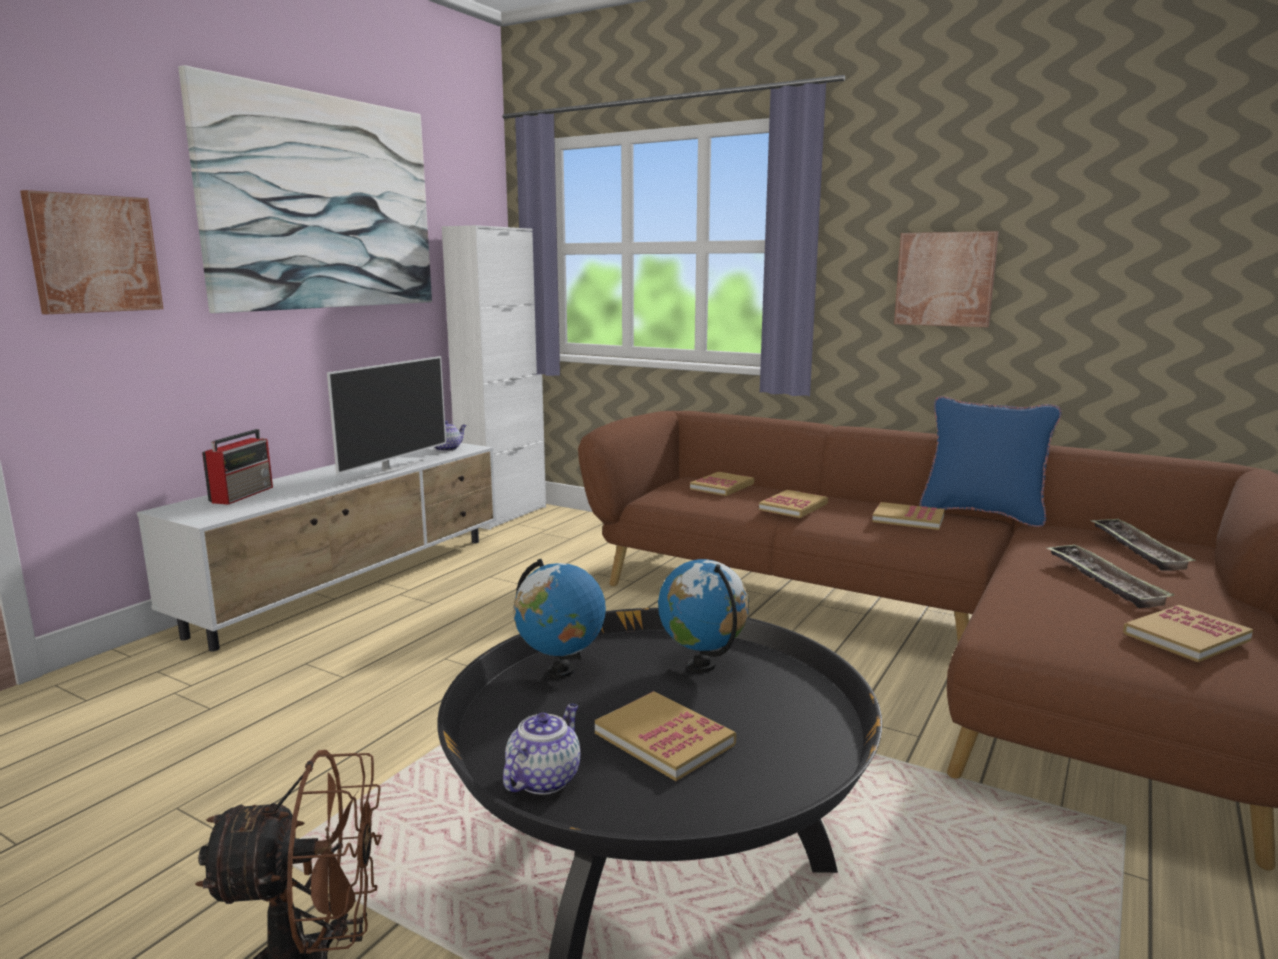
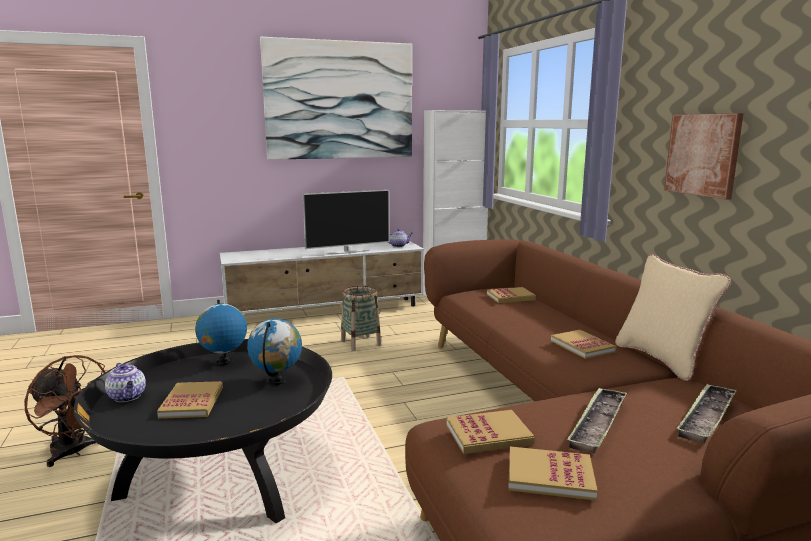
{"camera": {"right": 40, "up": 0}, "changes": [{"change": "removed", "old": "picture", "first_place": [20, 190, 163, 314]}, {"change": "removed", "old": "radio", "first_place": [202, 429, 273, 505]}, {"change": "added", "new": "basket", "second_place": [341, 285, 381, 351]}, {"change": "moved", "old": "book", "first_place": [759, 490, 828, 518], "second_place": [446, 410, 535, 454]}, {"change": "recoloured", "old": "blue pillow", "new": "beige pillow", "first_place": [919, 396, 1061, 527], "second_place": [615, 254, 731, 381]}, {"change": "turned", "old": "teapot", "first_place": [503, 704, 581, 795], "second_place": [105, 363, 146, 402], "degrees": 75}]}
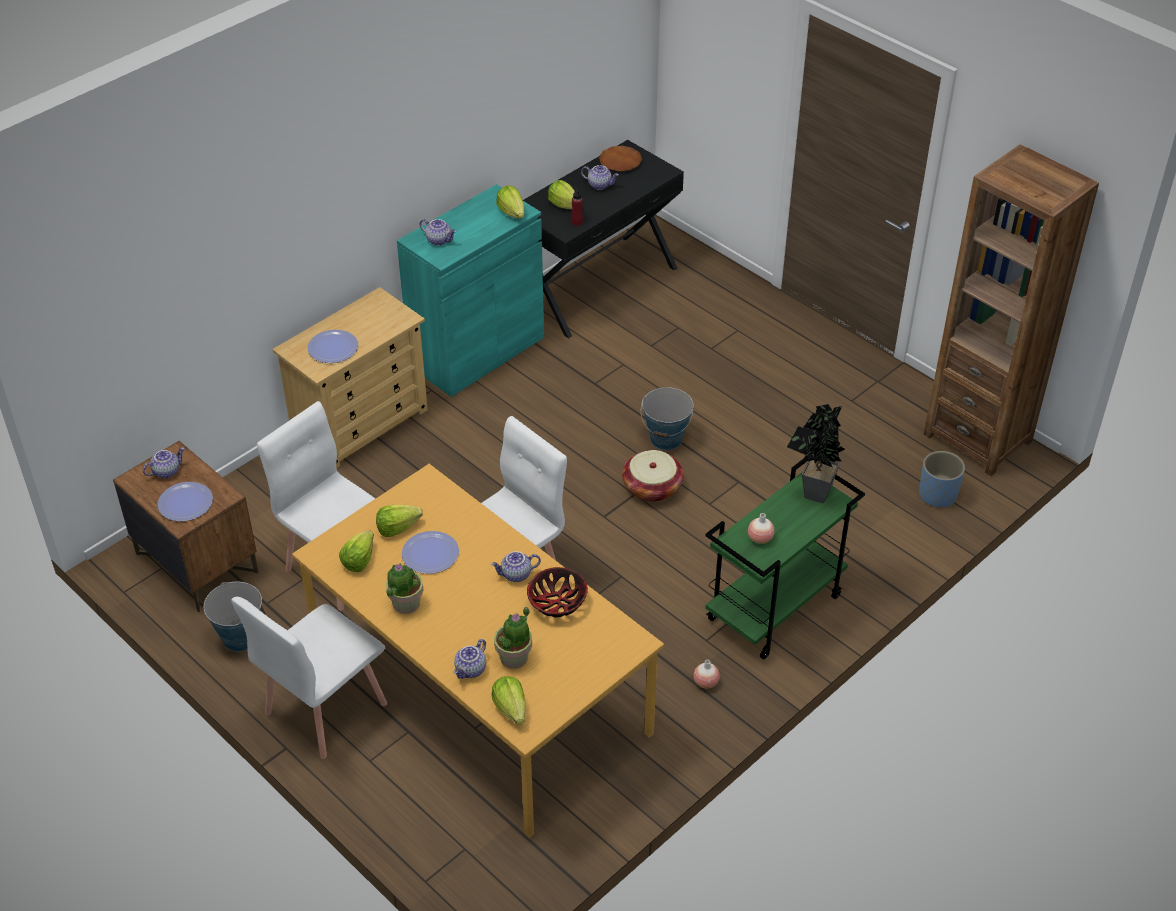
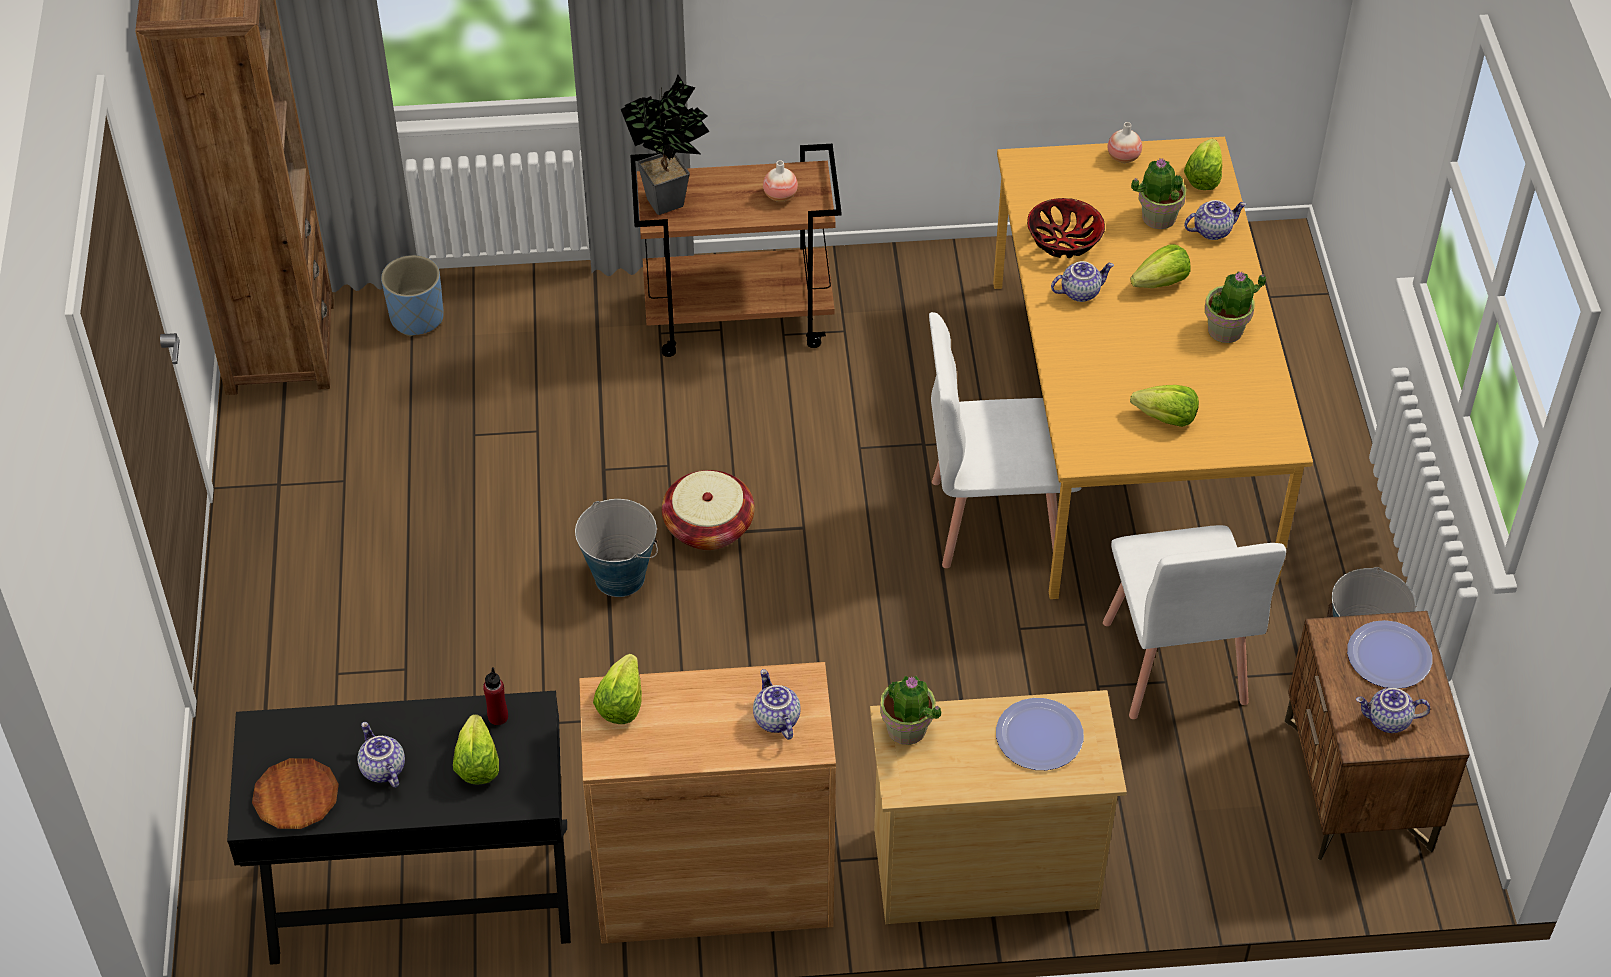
{"camera": {"right": -140, "up": 5}, "changes": [{"change": "removed", "old": "white chair", "first_place": [231, 597, 387, 759]}, {"change": "removed", "old": "plate", "first_place": [402, 531, 459, 574]}, {"change": "added", "new": "potted plant", "second_place": [880, 675, 941, 745]}, {"change": "moved", "old": "lettuce", "first_place": [339, 530, 374, 572], "second_place": [1131, 244, 1191, 288]}, {"change": "moved", "old": "vase", "first_place": [694, 660, 720, 688], "second_place": [1108, 122, 1142, 163]}, {"change": "recoloured", "old": "turquoise cabinet", "new": "brown cabinet", "first_place": [397, 184, 544, 397], "second_place": [579, 662, 836, 944]}, {"change": "recoloured", "old": "green cart", "new": "brown cart", "first_place": [705, 459, 865, 660], "second_place": [630, 144, 841, 357]}, {"change": "turned", "old": "teapot", "first_place": [491, 551, 541, 582], "second_place": [1051, 261, 1114, 302], "degrees": -45}]}
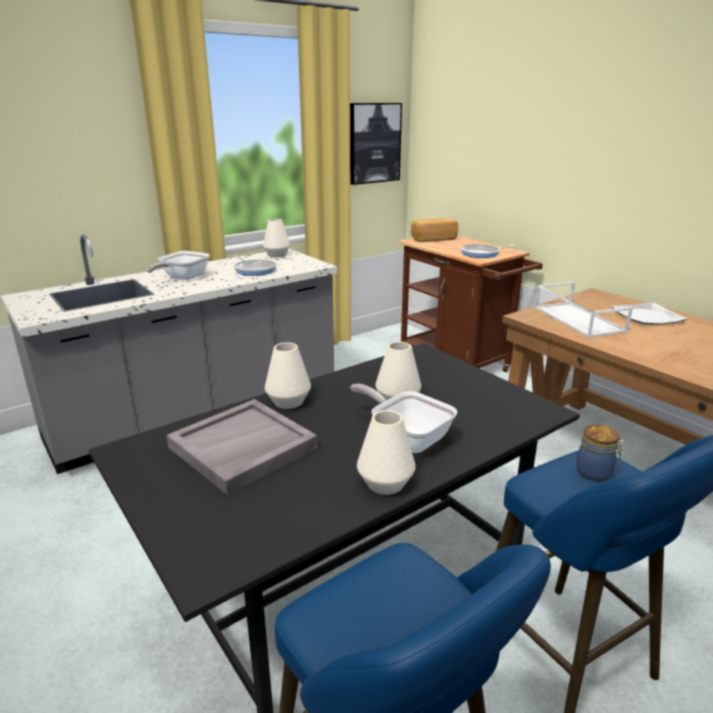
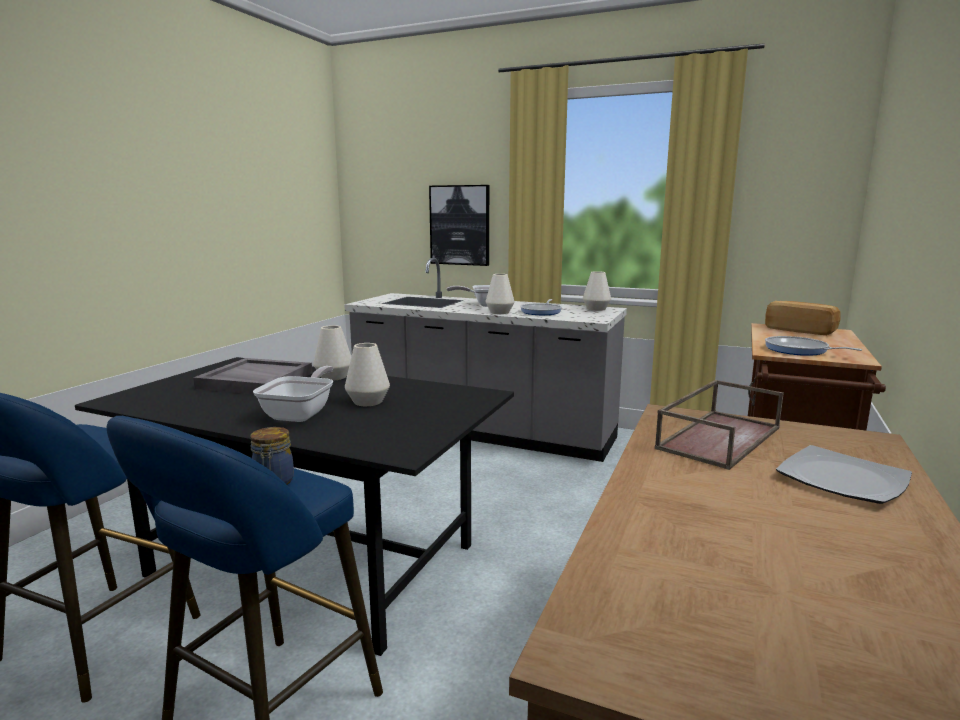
{"camera": {"right": 60, "up": -10}, "changes": [{"change": "moved", "old": "picture", "first_place": [350, 103, 402, 185], "second_place": [429, 185, 489, 266]}, {"change": "moved", "old": "white vase", "first_place": [357, 410, 415, 495], "second_place": [486, 274, 515, 314]}, {"change": "recoloured", "old": "white tray", "new": "brown tray", "first_place": [535, 282, 633, 338], "second_place": [655, 380, 784, 470]}]}
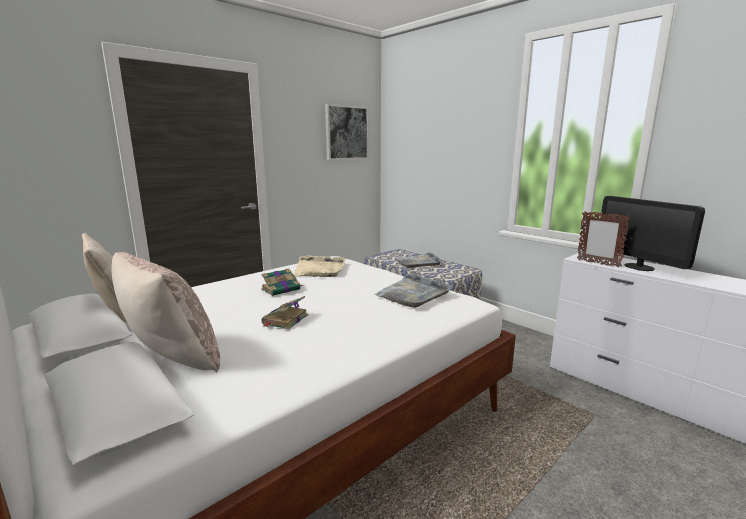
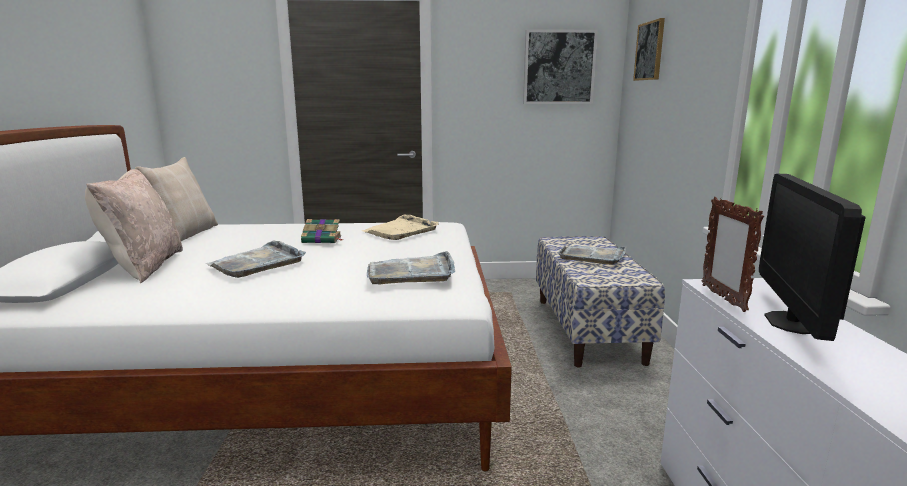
{"camera": {"right": 40, "up": 0}, "changes": [{"change": "added", "new": "picture", "second_place": [633, 18, 665, 81]}, {"change": "replaced", "old": "book", "new": "grey tray", "first_place": [261, 296, 308, 330], "second_place": [206, 241, 306, 278]}]}
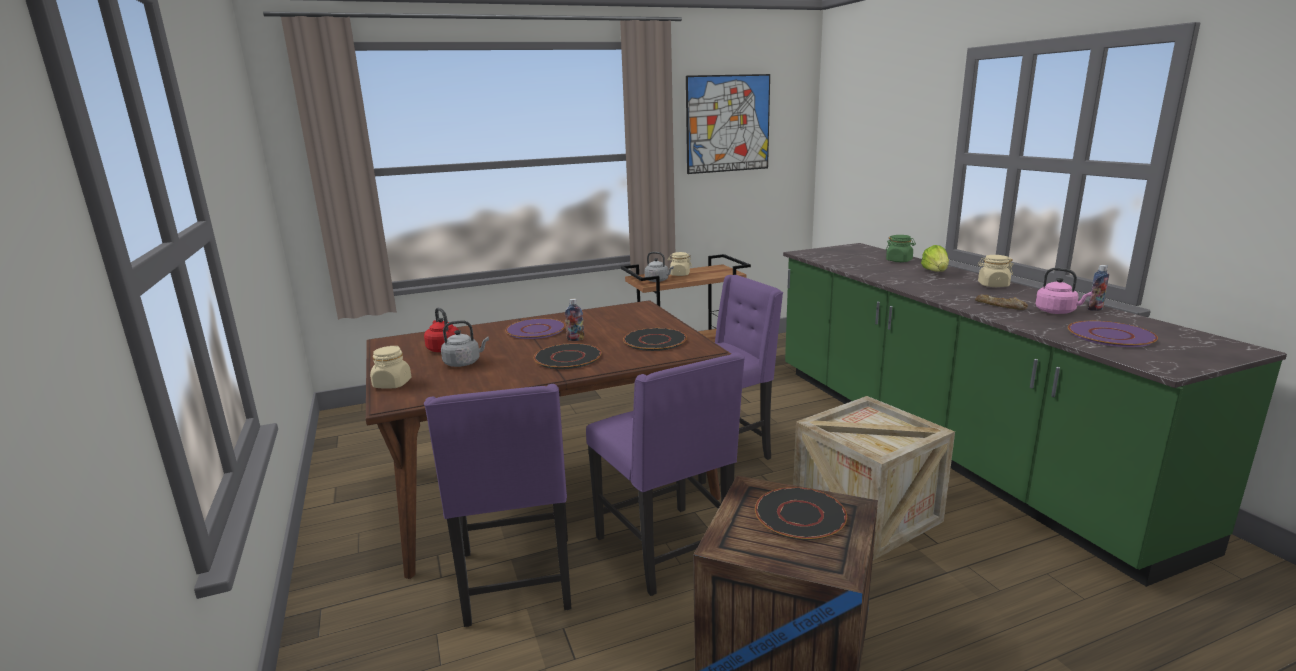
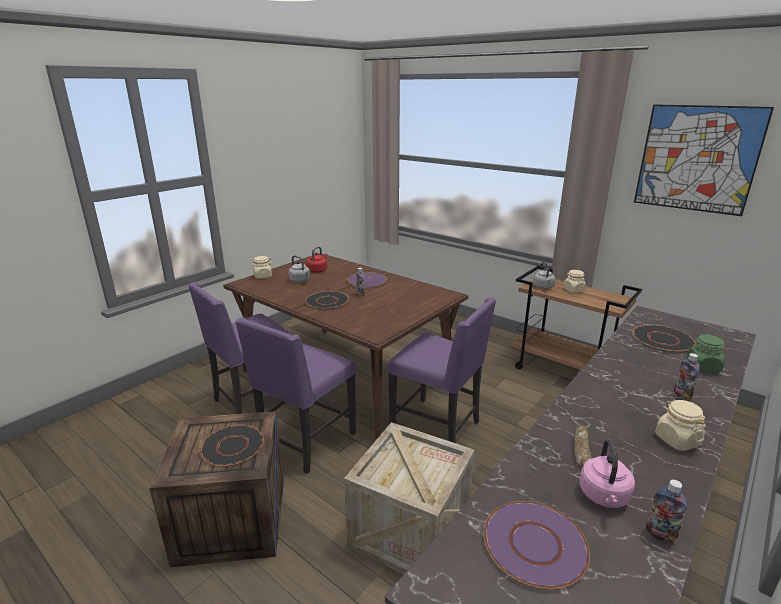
{"camera": {"right": 60, "up": 5}, "changes": [{"change": "moved", "old": "black plate", "first_place": [623, 328, 687, 351], "second_place": [632, 325, 696, 353]}, {"change": "replaced", "old": "lettuce", "new": "bottle", "first_place": [921, 245, 949, 272], "second_place": [674, 353, 700, 400]}]}
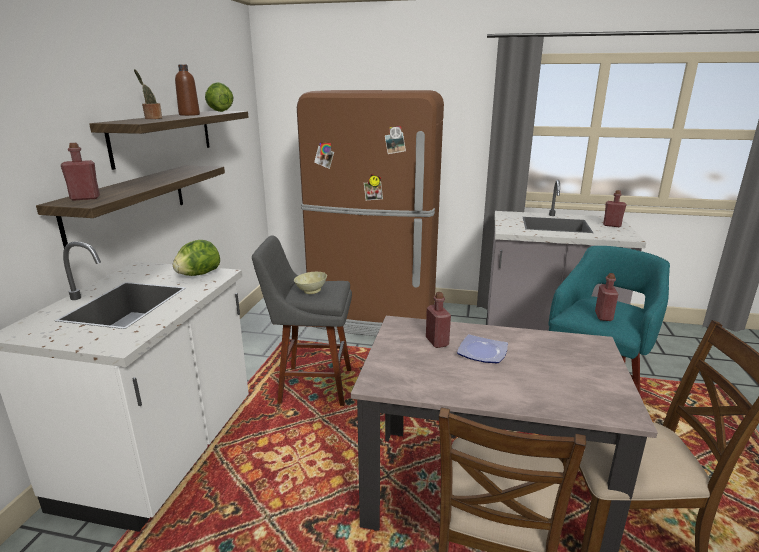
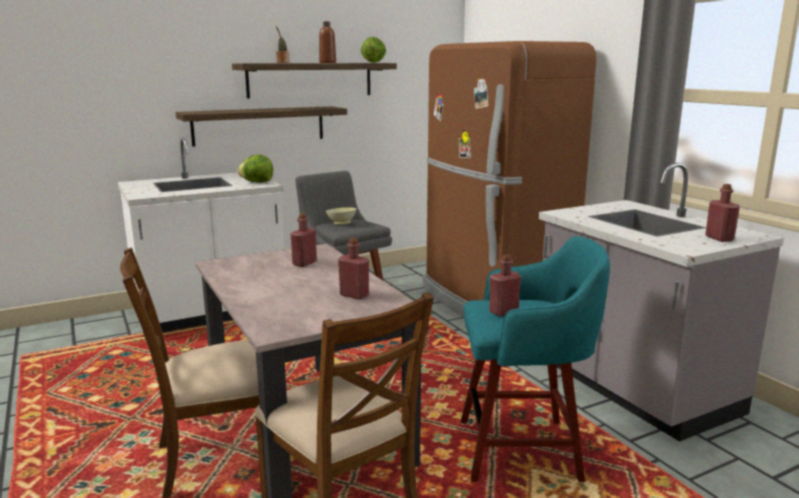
{"camera": {"right": 50, "up": -5}, "changes": [{"change": "removed", "old": "plate", "first_place": [457, 334, 508, 363]}, {"change": "moved", "old": "red bottle", "first_place": [61, 143, 100, 201], "second_place": [338, 238, 369, 299]}]}
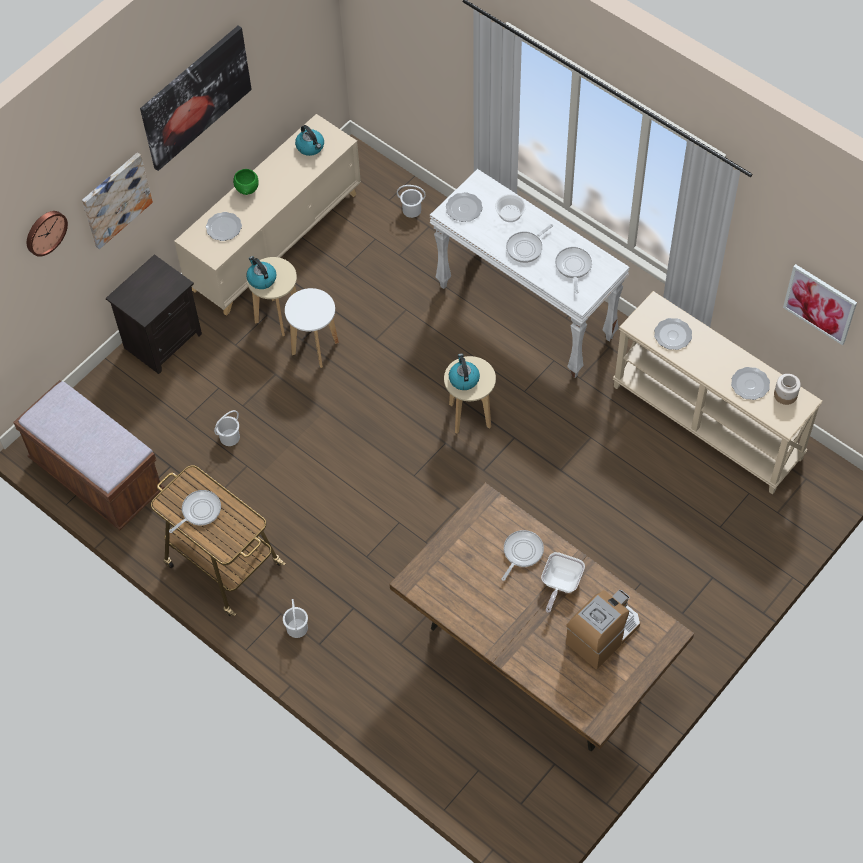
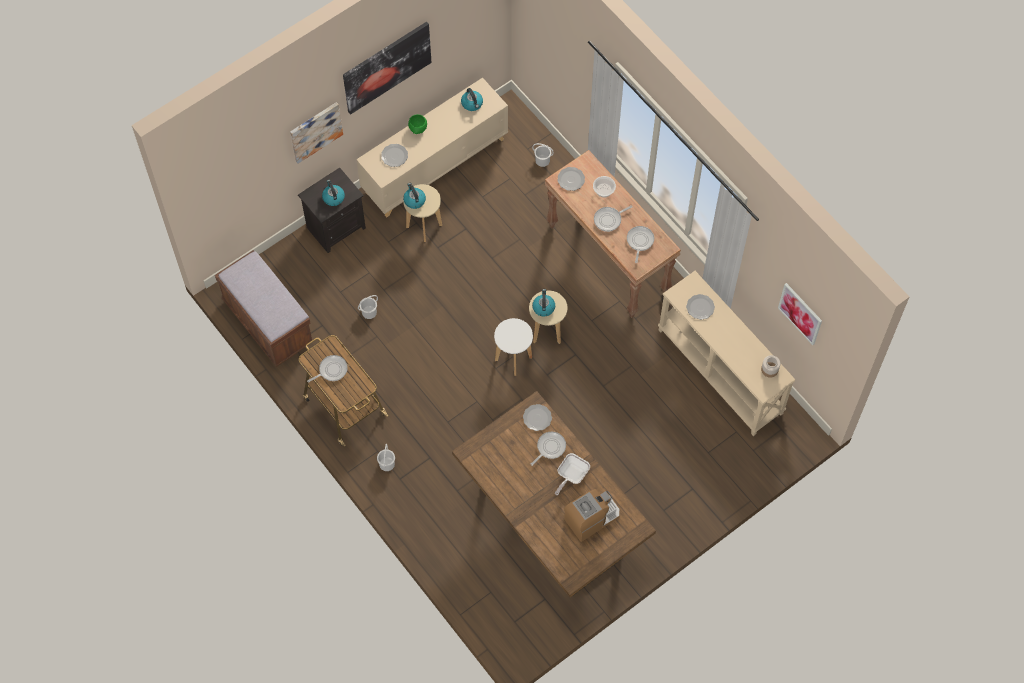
{"camera": {"right": 10, "up": 5}, "changes": [{"change": "removed", "old": "wall clock", "first_place": [27, 211, 68, 257]}, {"change": "added", "new": "kettle", "second_place": [322, 180, 345, 206]}, {"change": "moved", "old": "white stool", "first_place": [285, 288, 339, 368], "second_place": [494, 318, 533, 376]}, {"change": "moved", "old": "plate", "first_place": [731, 367, 770, 400], "second_place": [523, 404, 552, 431]}, {"change": "recoloured", "old": "white console table", "new": "brown console table", "first_place": [430, 169, 630, 378], "second_place": [544, 150, 681, 318]}]}
